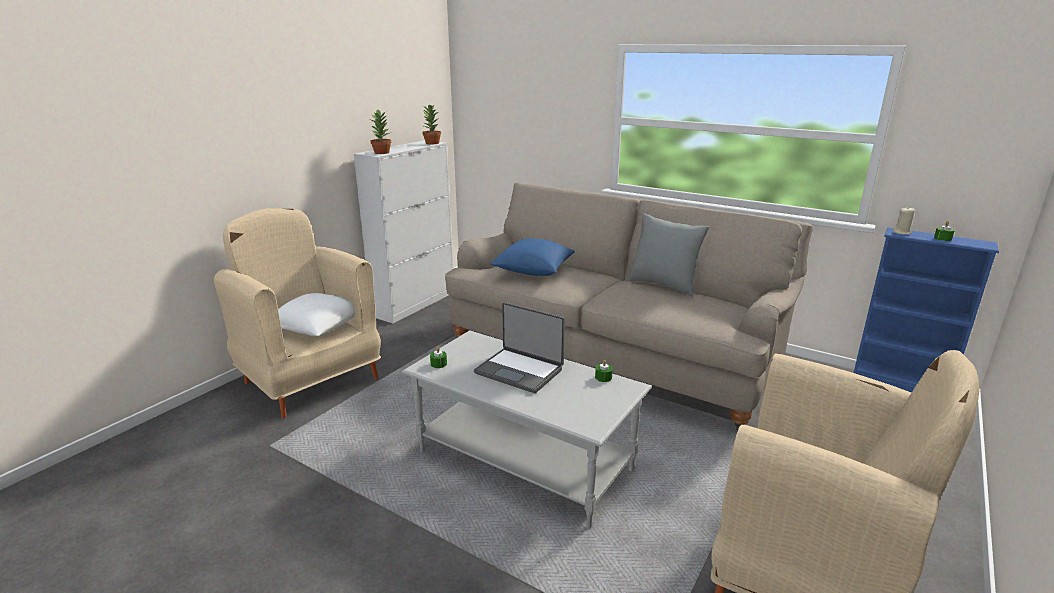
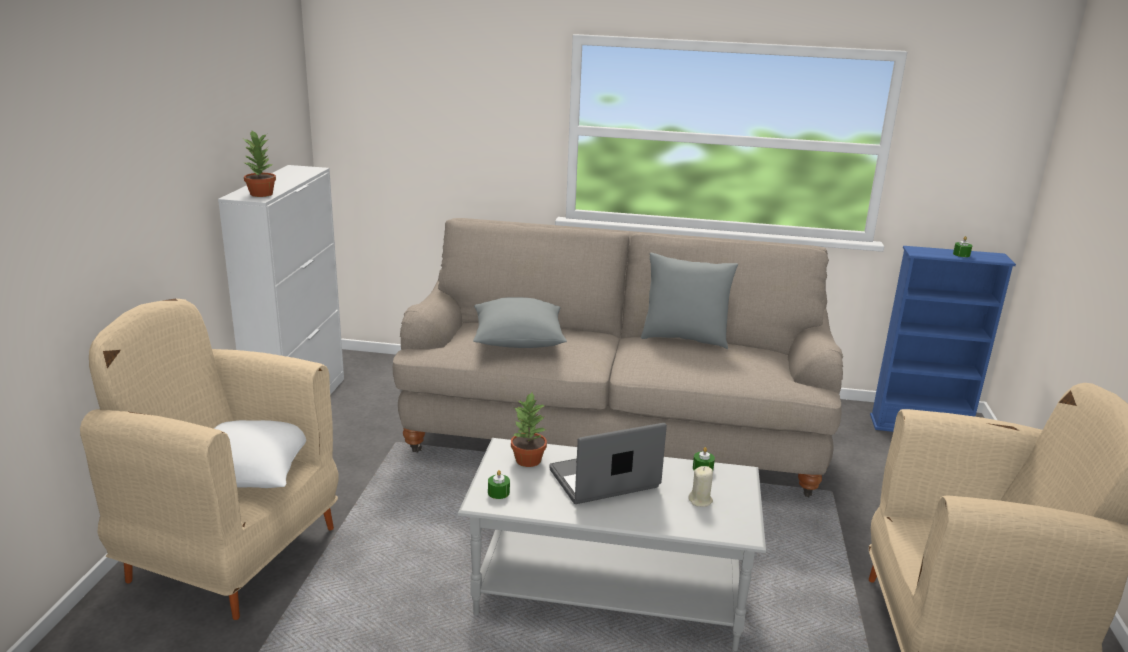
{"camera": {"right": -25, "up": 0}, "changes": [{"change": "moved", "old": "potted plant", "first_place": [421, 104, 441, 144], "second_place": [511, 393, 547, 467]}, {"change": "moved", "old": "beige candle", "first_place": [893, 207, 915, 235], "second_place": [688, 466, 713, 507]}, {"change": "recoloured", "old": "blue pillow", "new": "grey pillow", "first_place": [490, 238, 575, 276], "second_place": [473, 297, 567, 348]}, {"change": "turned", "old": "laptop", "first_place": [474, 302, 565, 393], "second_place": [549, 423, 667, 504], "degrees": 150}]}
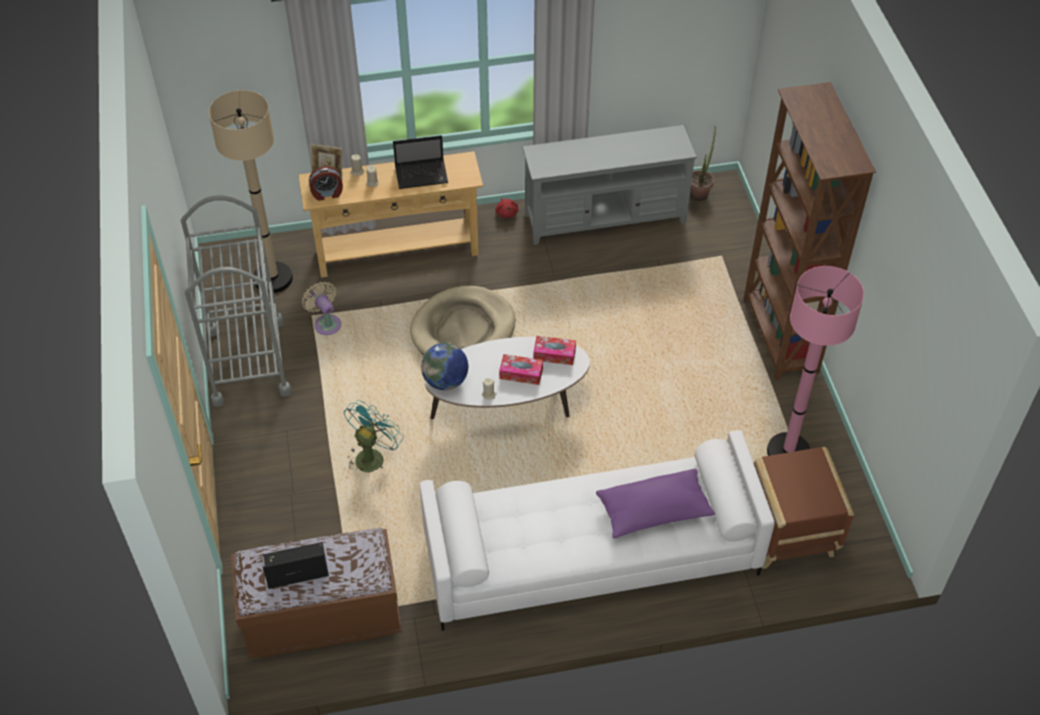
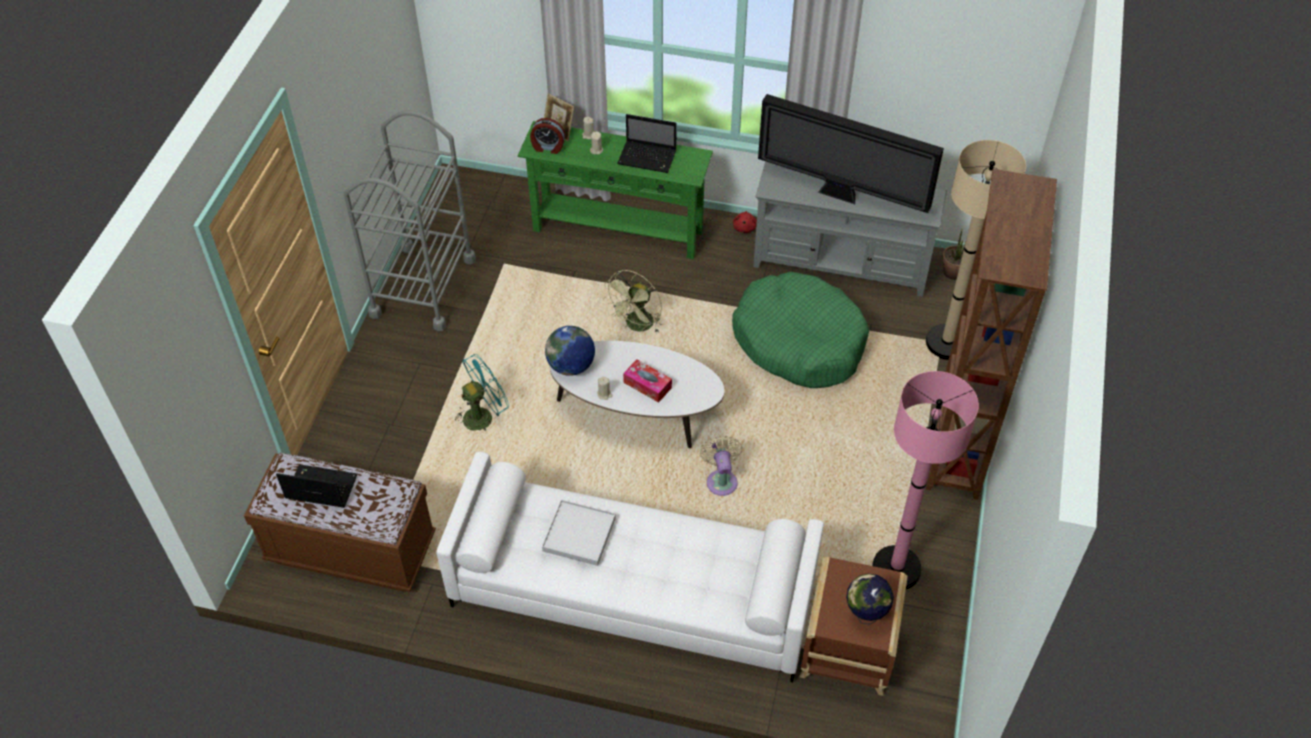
{"camera": {"right": 25, "up": 0}, "changes": [{"change": "removed", "old": "tissue box", "first_place": [533, 336, 576, 365]}, {"change": "removed", "old": "purple pillow", "first_place": [596, 469, 715, 538]}, {"change": "added", "new": "white tray", "second_place": [542, 500, 616, 566]}, {"change": "added", "new": "green dog bed", "second_place": [732, 272, 869, 388]}, {"change": "added", "new": "television", "second_place": [758, 94, 944, 213]}, {"change": "added", "new": "globe", "second_place": [846, 573, 894, 625]}, {"change": "moved", "old": "beige floor lamp", "first_place": [209, 90, 293, 293], "second_place": [926, 140, 1026, 360]}, {"change": "moved", "old": "beige fan", "first_place": [302, 282, 341, 335], "second_place": [700, 436, 742, 496]}, {"change": "replaced", "old": "beige dog bed", "new": "green fan", "first_place": [410, 286, 515, 355], "second_place": [603, 270, 662, 333]}, {"change": "recoloured", "old": "beige console table", "new": "green console table", "first_place": [299, 151, 483, 278], "second_place": [518, 121, 713, 259]}]}
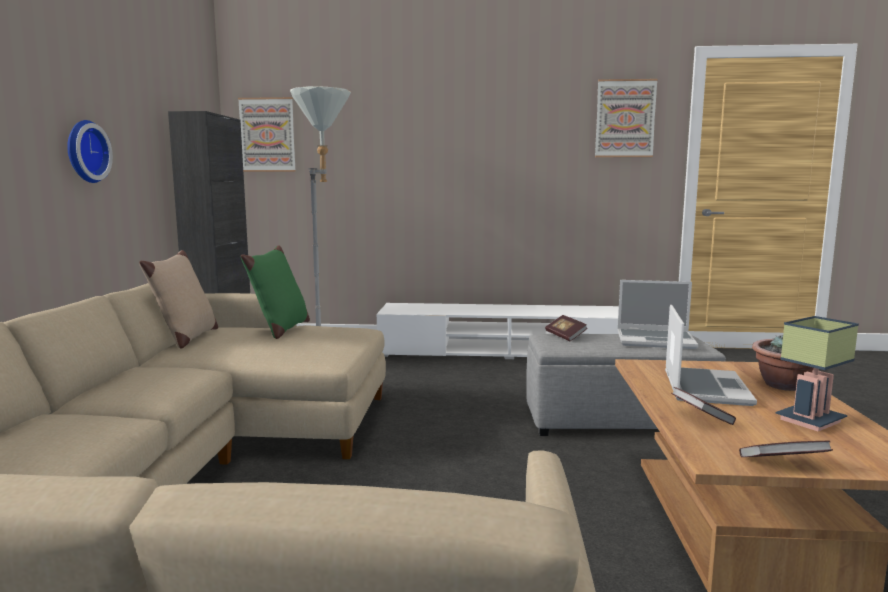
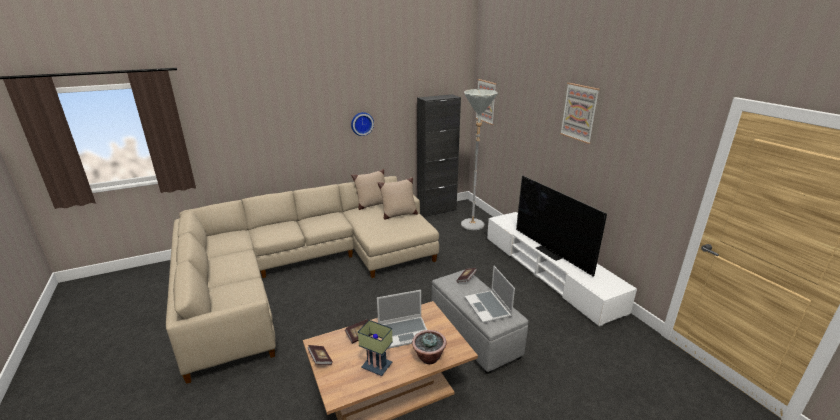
{"camera": {"right": 60, "up": 15}, "changes": [{"change": "added", "new": "television", "second_place": [516, 175, 607, 276]}, {"change": "moved", "old": "picture", "first_place": [595, 79, 658, 157], "second_place": [560, 83, 600, 144]}, {"change": "recoloured", "old": "green pillow", "new": "beige pillow", "first_place": [240, 245, 310, 339], "second_place": [378, 177, 418, 220]}]}
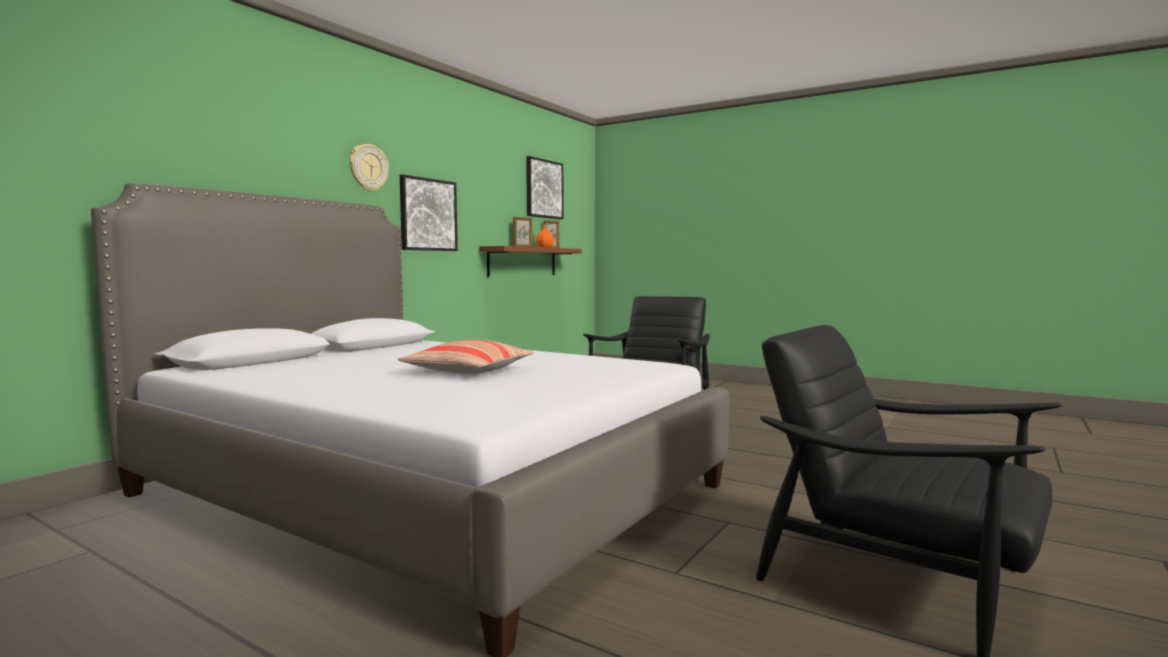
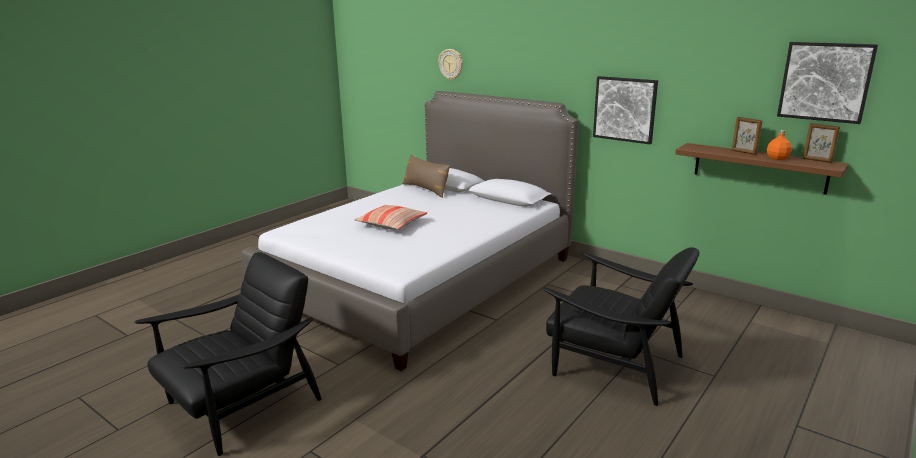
{"camera": {"right": 95, "up": 15}, "changes": [{"change": "added", "new": "brown pillow", "second_place": [402, 154, 451, 198]}, {"change": "moved", "old": "wall clock", "first_place": [350, 144, 389, 192], "second_place": [438, 49, 463, 80]}]}
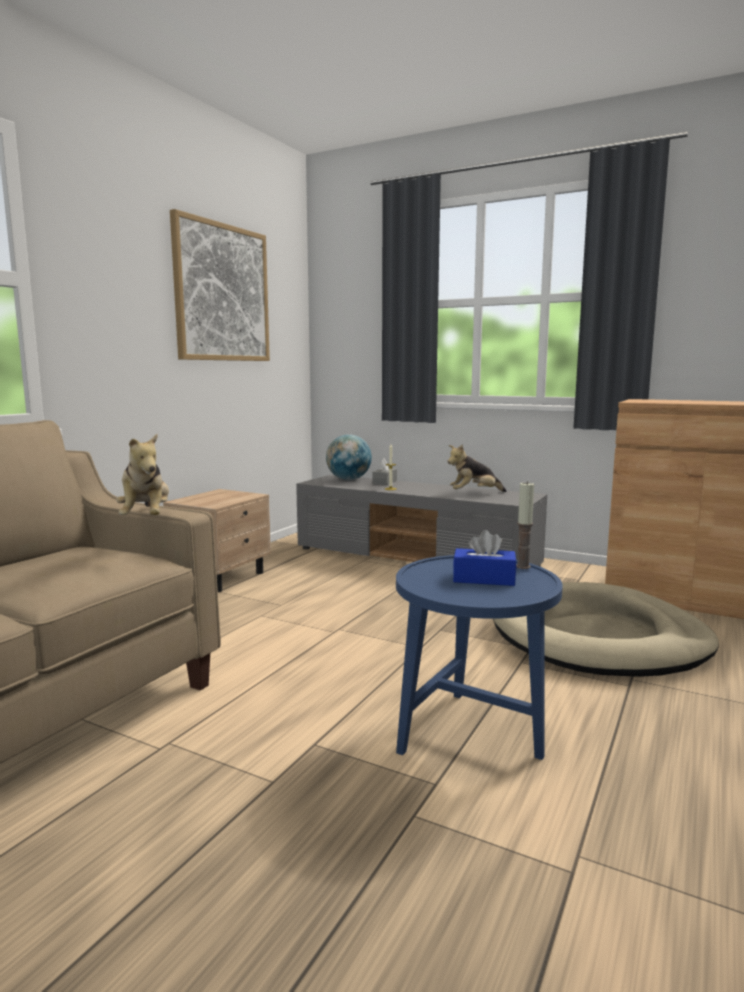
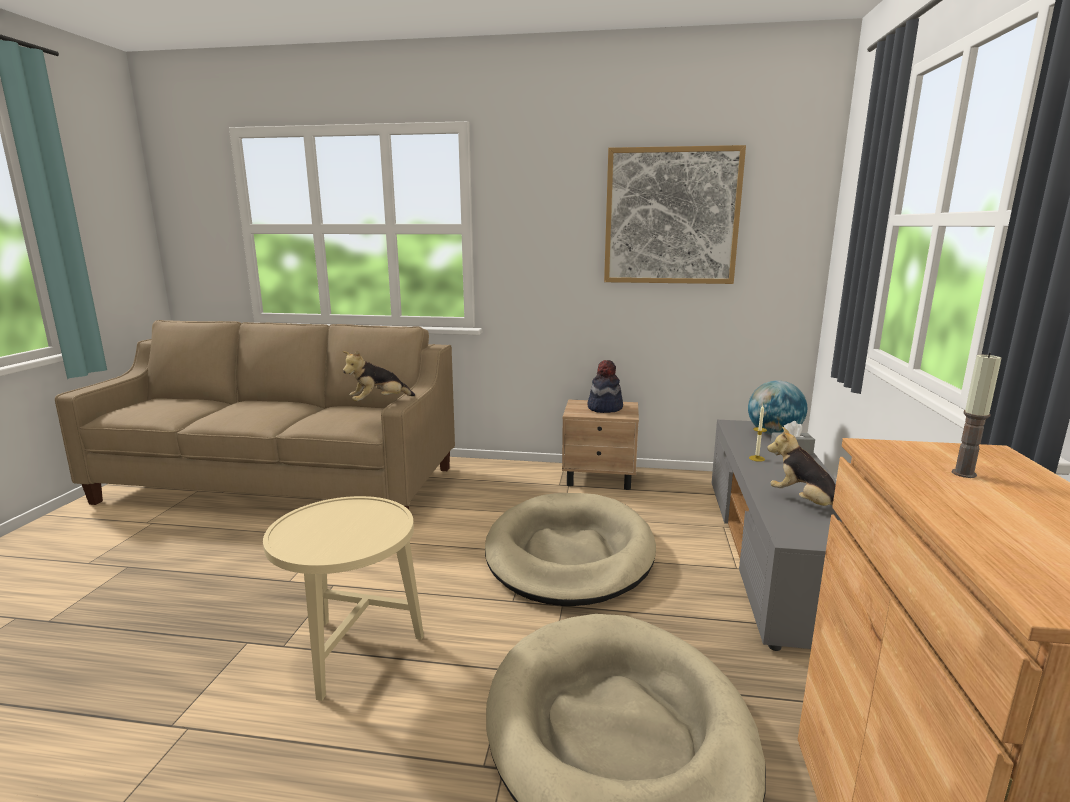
{"camera": {"right": 70, "up": 5}, "changes": [{"change": "removed", "old": "blue tissue box", "first_place": [453, 530, 517, 586]}, {"change": "added", "new": "beige dog bed", "second_place": [485, 493, 656, 606]}, {"change": "added", "new": "hat", "second_place": [587, 360, 623, 413]}, {"change": "moved", "old": "candle", "first_place": [516, 481, 534, 569], "second_place": [952, 353, 1002, 478]}, {"change": "recoloured", "old": "blue side table", "new": "beige side table", "first_place": [396, 555, 563, 760], "second_place": [263, 496, 424, 701]}]}
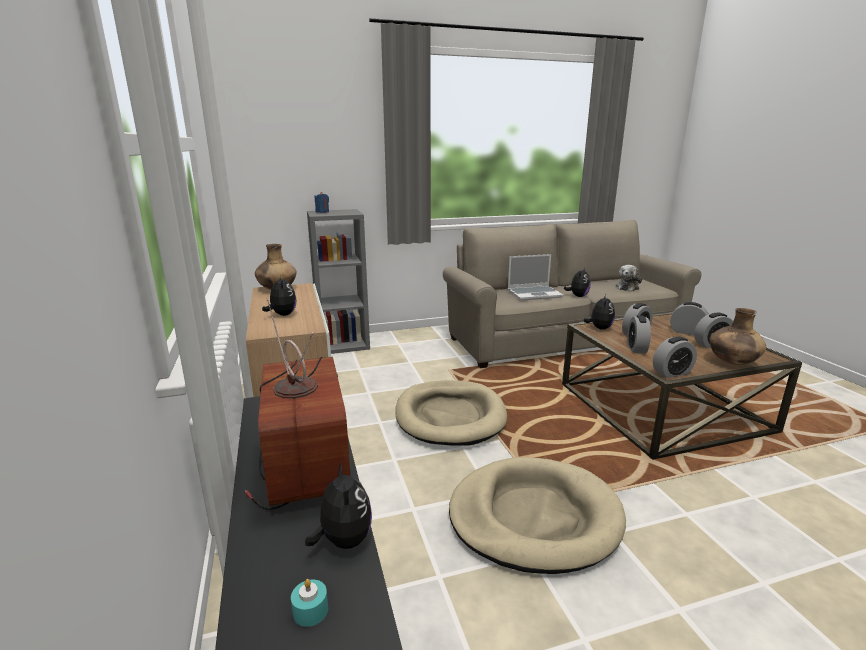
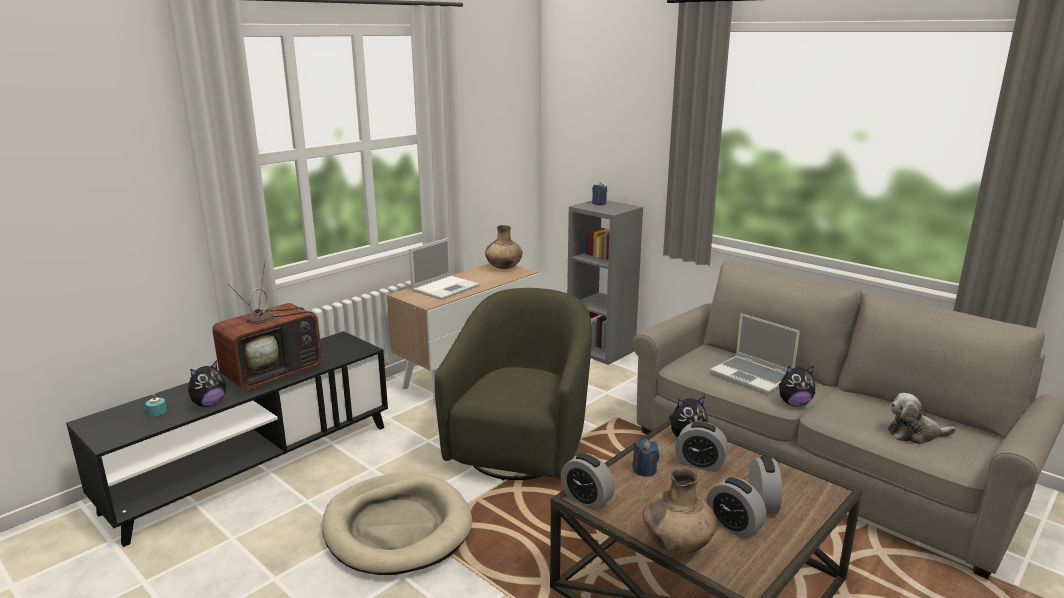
{"camera": {"right": 60, "up": 0}, "changes": [{"change": "replaced", "old": "plush toy", "new": "laptop", "first_place": [262, 275, 297, 316], "second_place": [409, 238, 480, 300]}, {"change": "replaced", "old": "beige dog bed", "new": "green armchair", "first_place": [395, 380, 507, 445], "second_place": [435, 288, 592, 480]}, {"change": "replaced", "old": "alarm clock", "new": "blue candle", "first_place": [627, 315, 651, 353], "second_place": [632, 439, 659, 477]}]}
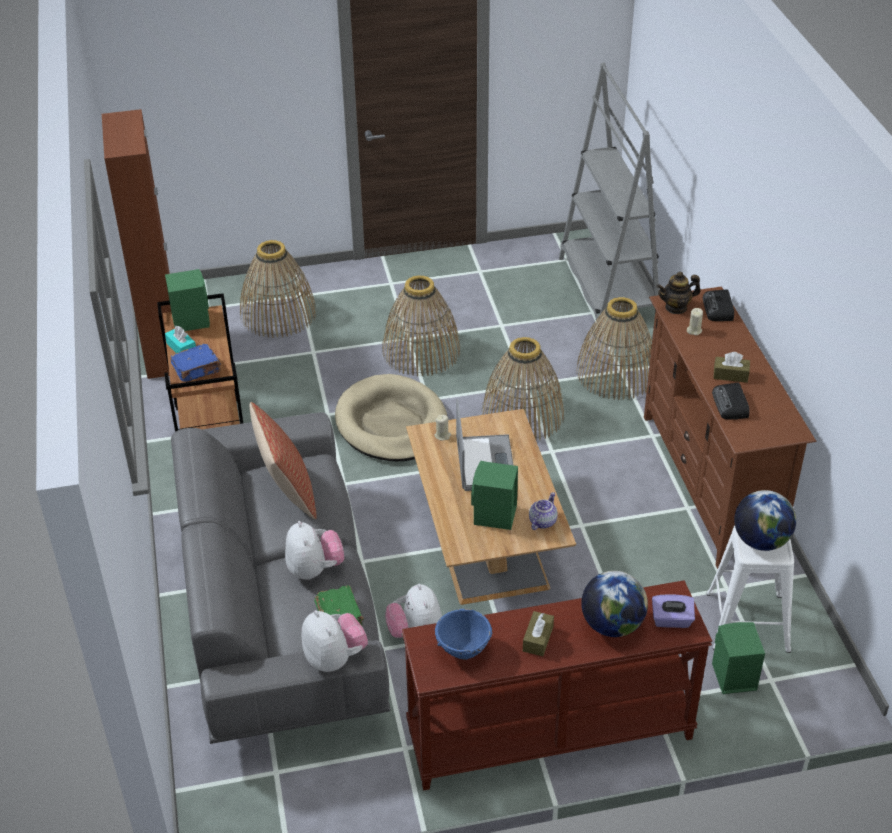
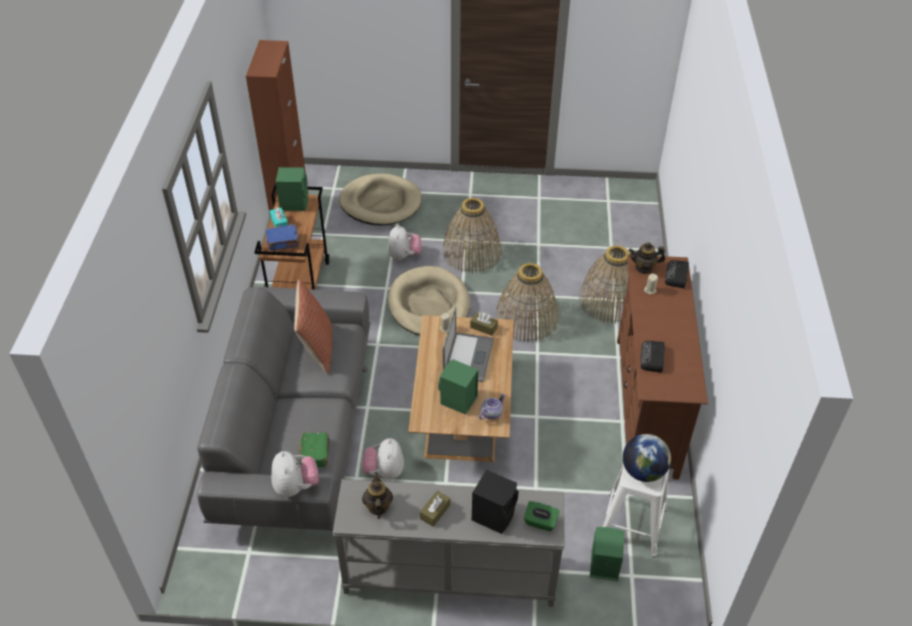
{"camera": {"right": 15, "up": 5}, "changes": [{"change": "removed", "old": "grey bookcase", "first_place": [559, 62, 659, 336]}, {"change": "moved", "old": "plush toy", "first_place": [285, 521, 344, 580], "second_place": [387, 225, 422, 260]}, {"change": "moved", "old": "brown tissue box", "first_place": [713, 352, 750, 383], "second_place": [470, 312, 498, 336]}, {"change": "replaced", "old": "basket", "new": "beige dog bed", "first_place": [240, 240, 316, 338], "second_place": [339, 173, 421, 226]}, {"change": "replaced", "old": "blue bowl", "new": "teapot", "first_place": [435, 609, 493, 660], "second_place": [362, 472, 393, 519]}, {"change": "replaced", "old": "globe", "new": "black speaker", "first_place": [581, 571, 648, 637], "second_place": [472, 470, 519, 534]}, {"change": "recoloured", "old": "brown console table", "new": "grey console table", "first_place": [402, 580, 712, 791], "second_place": [333, 479, 565, 607]}, {"change": "recoloured", "old": "purple tissue box", "new": "green tissue box", "first_place": [652, 594, 695, 628], "second_place": [524, 501, 560, 531]}]}
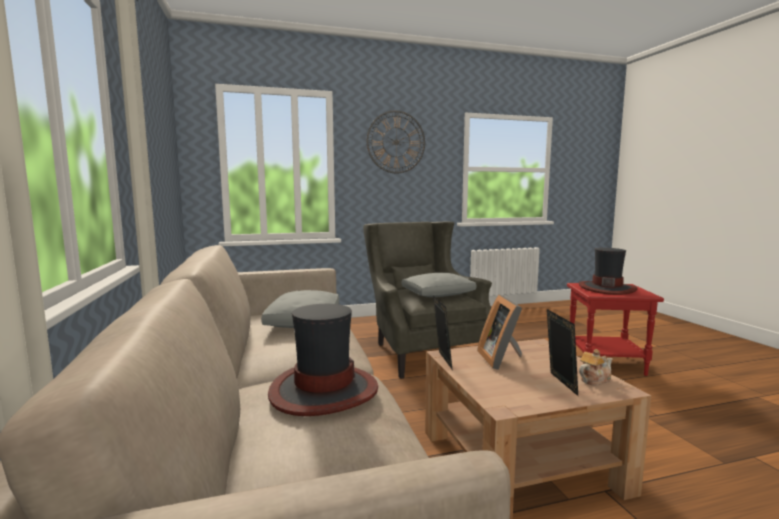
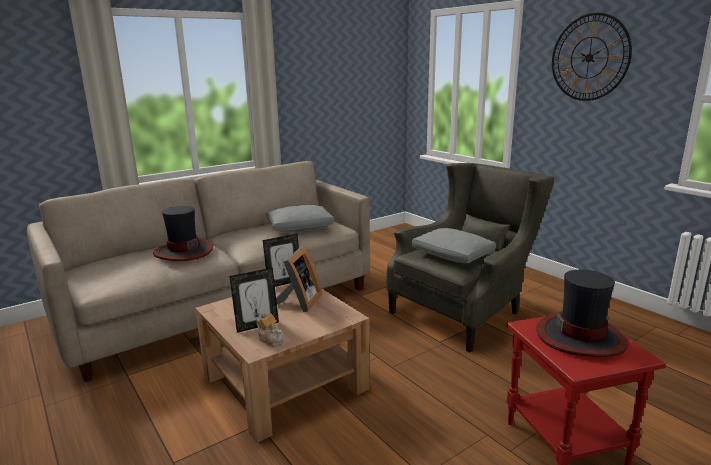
{"camera": {"right": 70, "up": 10}, "changes": [{"change": "turned", "old": "picture frame", "first_place": [477, 295, 522, 370], "second_place": [276, 247, 322, 312], "degrees": 135}]}
